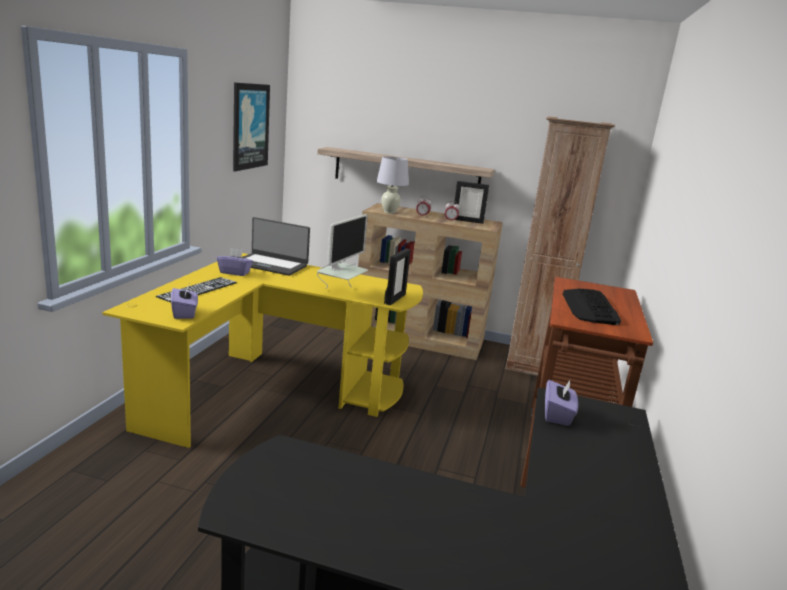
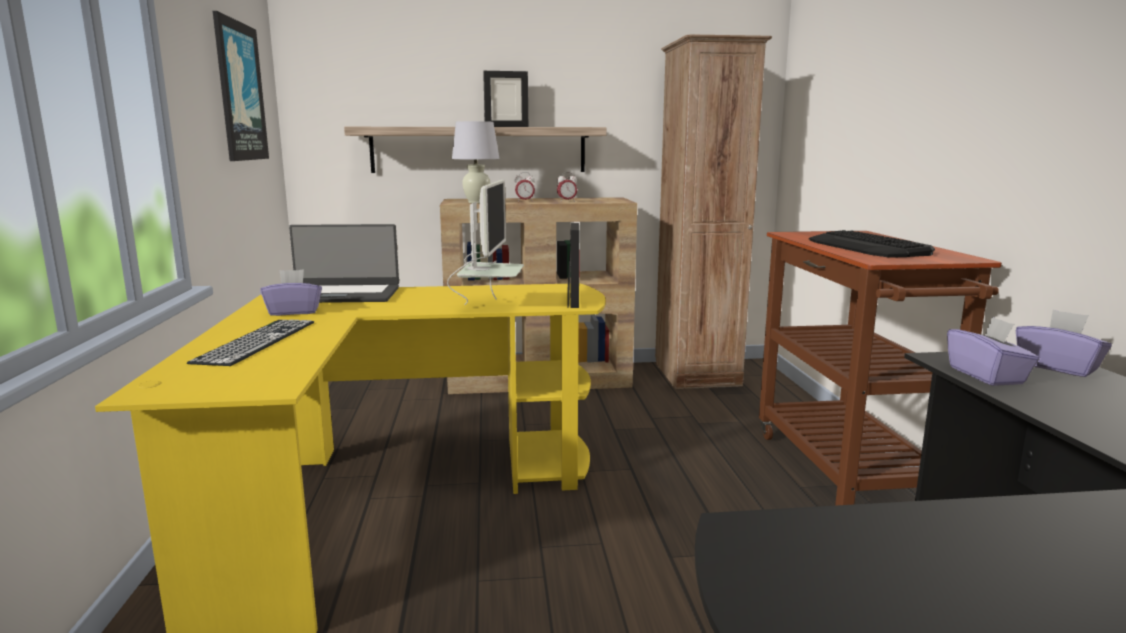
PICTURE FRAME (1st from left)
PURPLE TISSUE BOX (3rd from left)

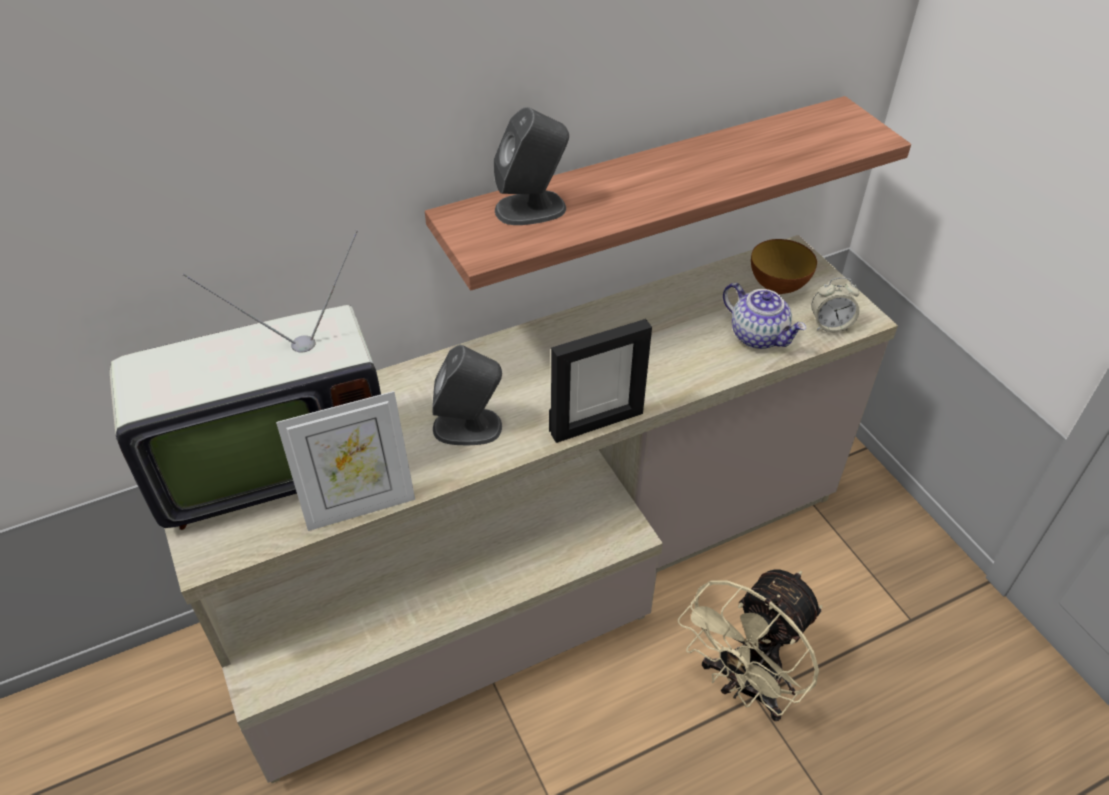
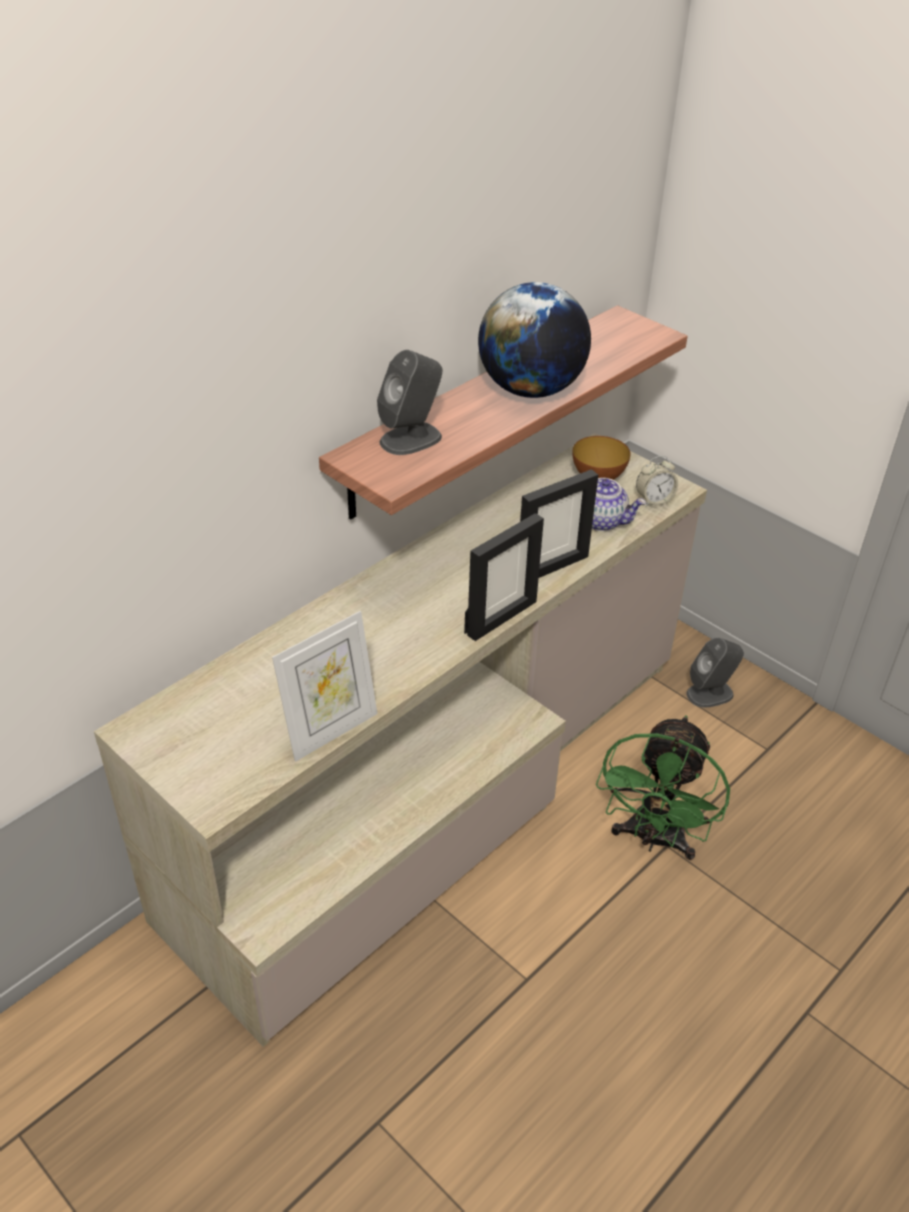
TELEVISION
GREY SPEAKER (2nd from left)
GREEN FAN
GLOBE
PICTURE FRAME (3rd from left)

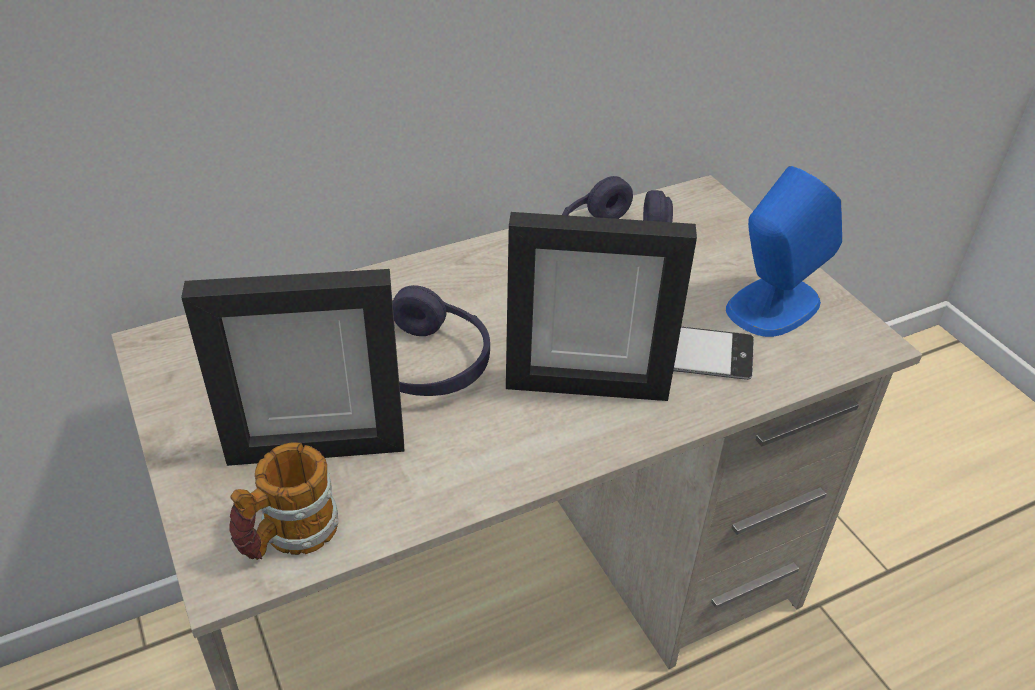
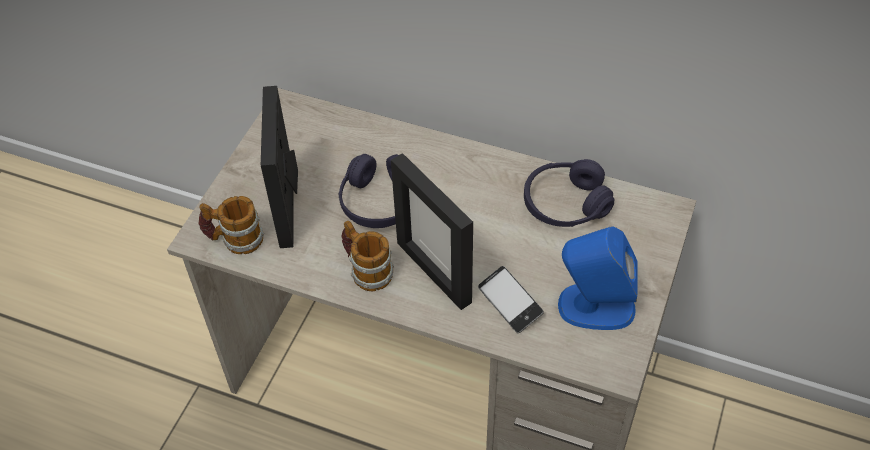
PICTURE FRAME (1st from left)
MUG (2nd from left)

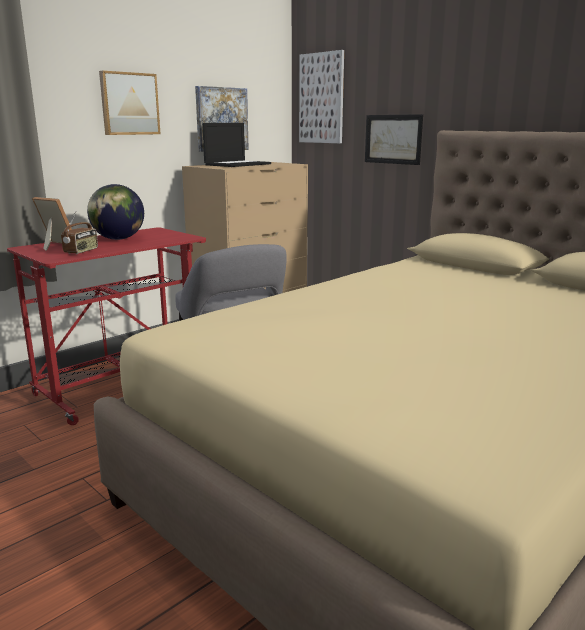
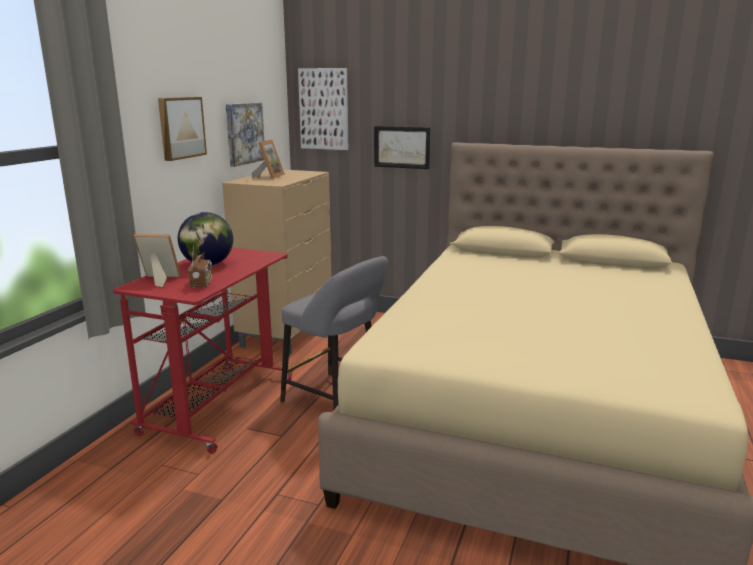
PICTURE FRAME (2nd from left)

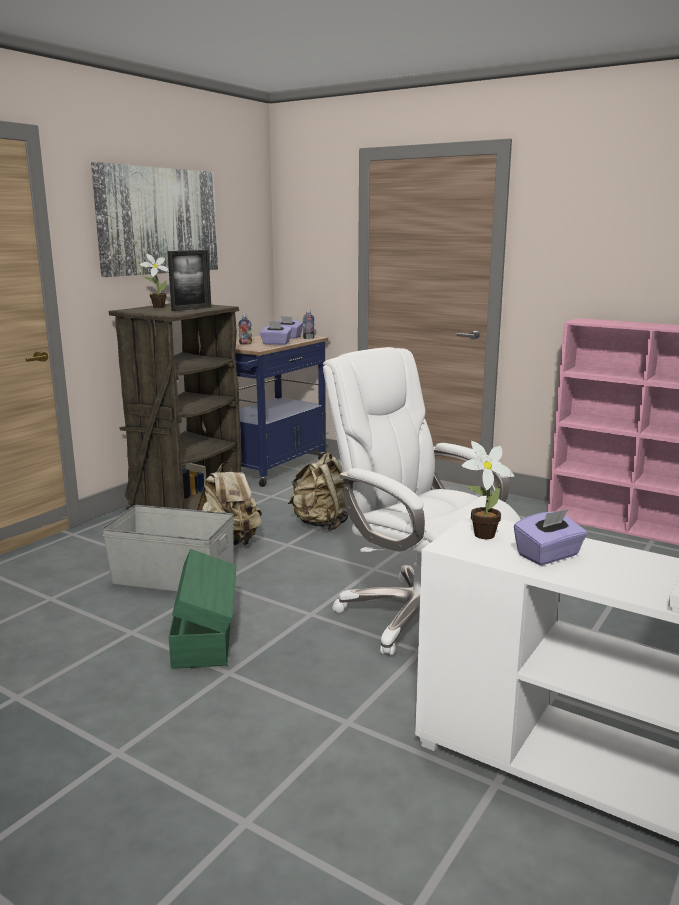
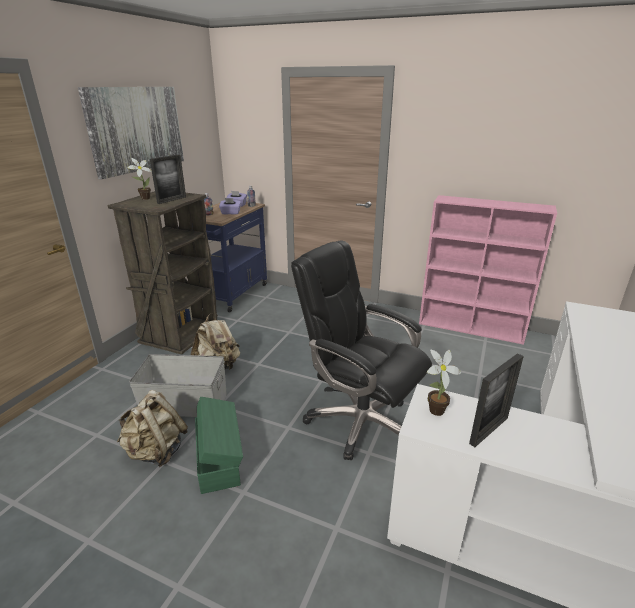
BLACK OFFICE CHAIR
BEIGE BACKPACK (1st from left)
PICTURE FRAME (2nd from left)

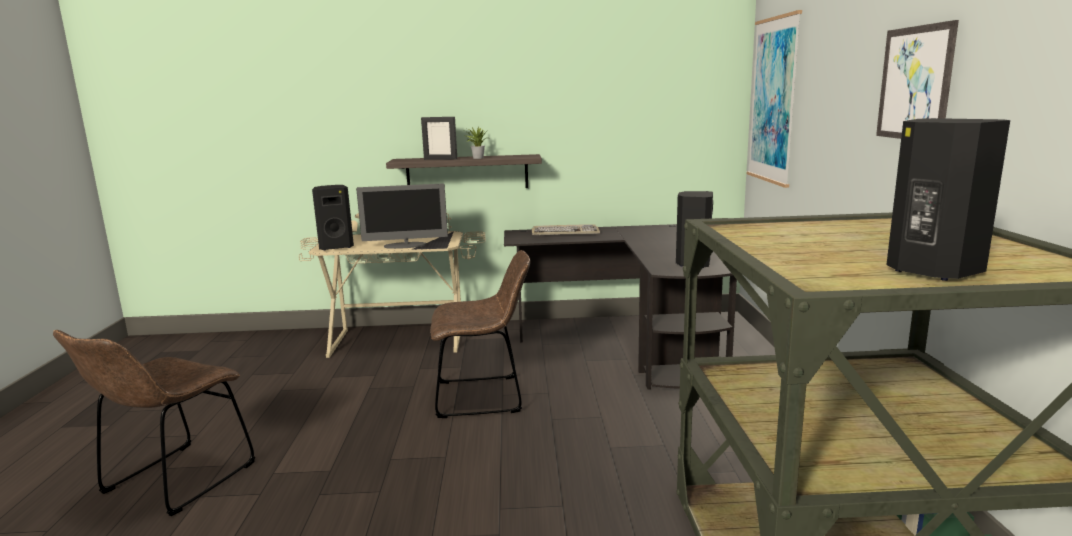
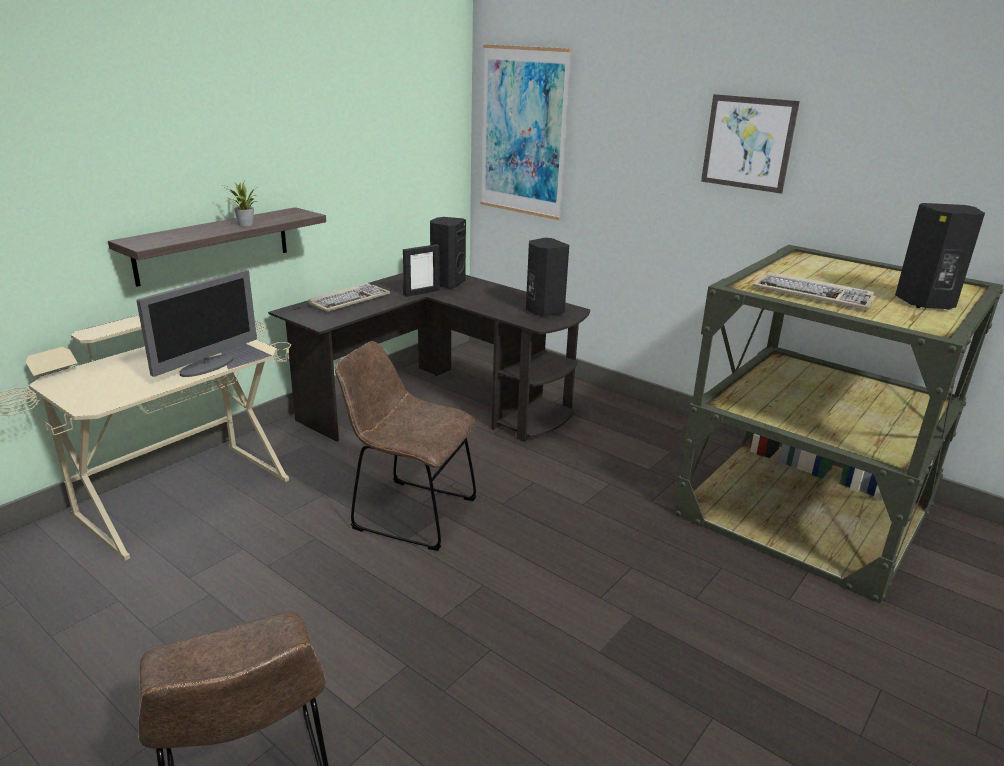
PICTURE FRAME
BLACK SPEAKER (1st from left)
BROWN CHAIR (2nd from left)
KEYBOARD (2nd from left)

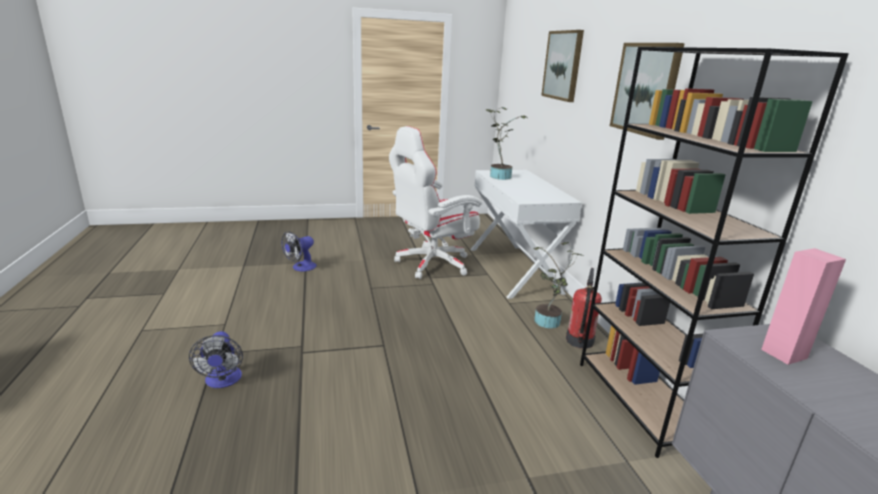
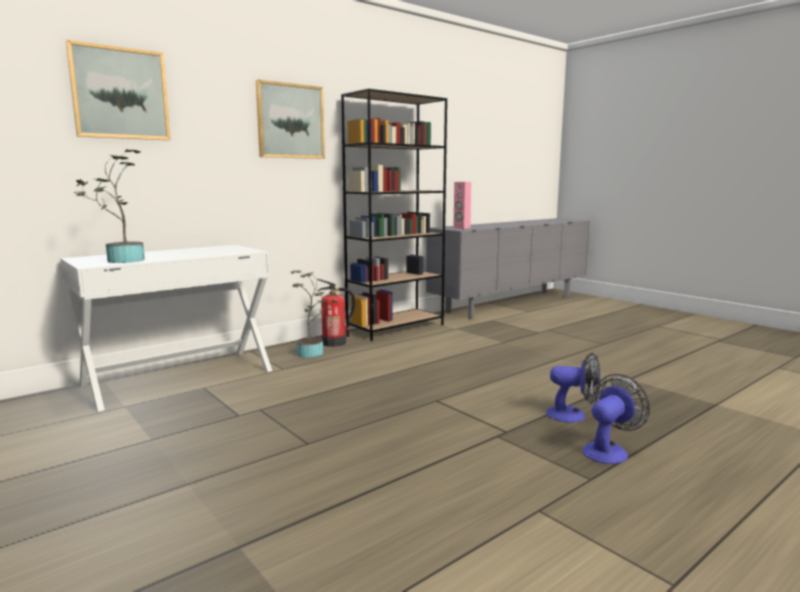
WHITE OFFICE CHAIR
FAN (1st from left)

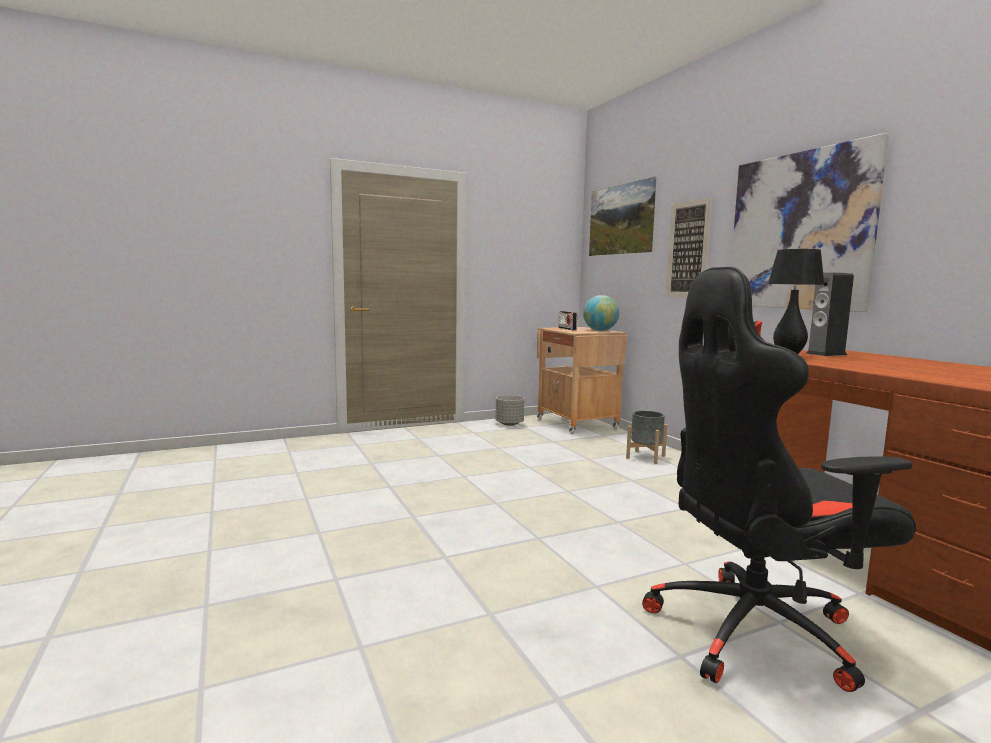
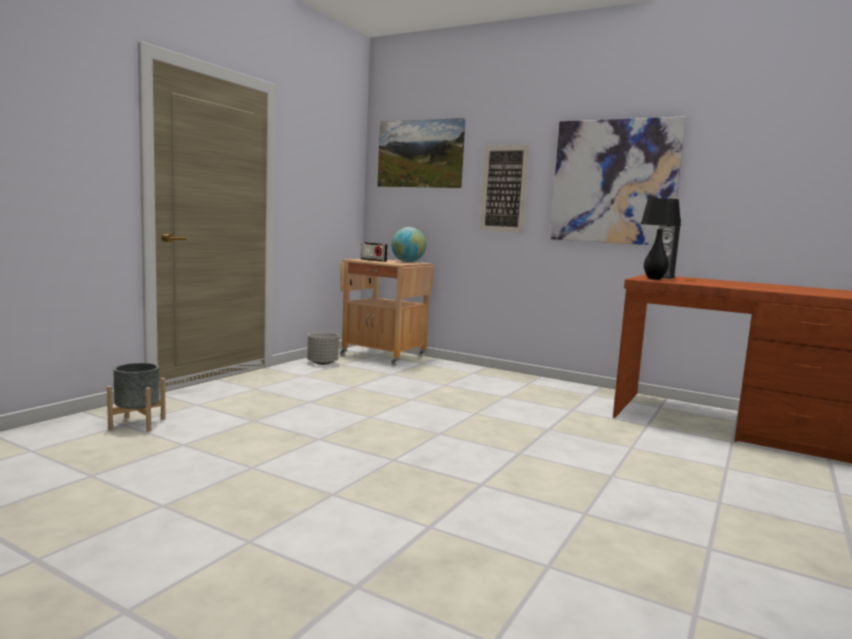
BLACK OFFICE CHAIR
GREY PLANTER (1st from left)

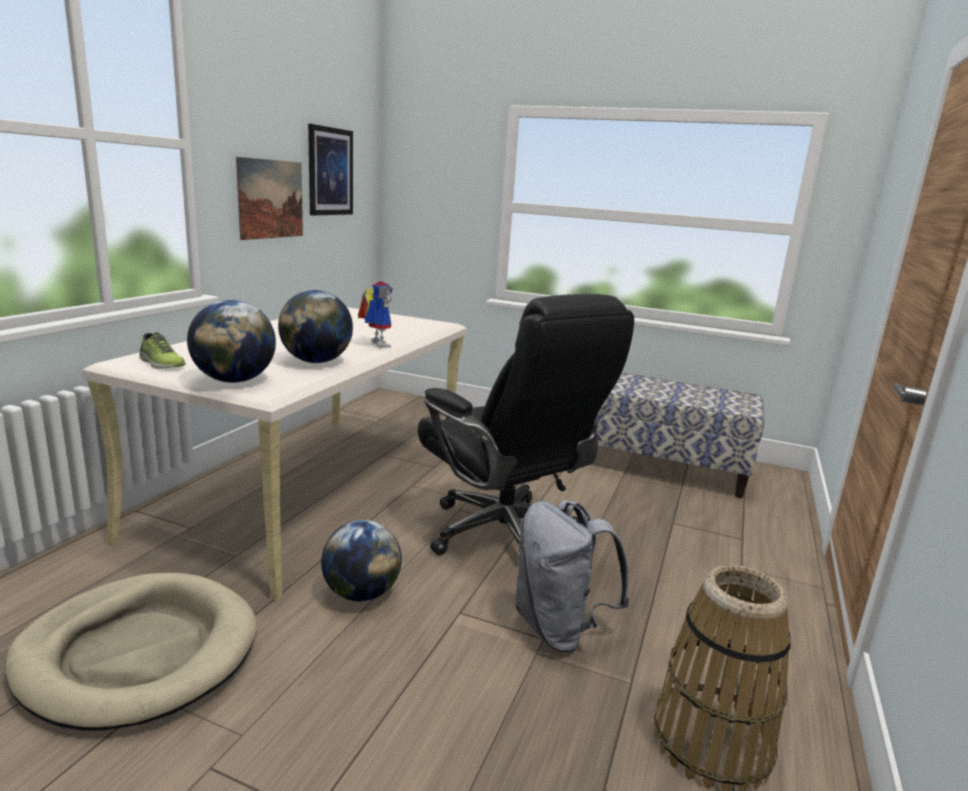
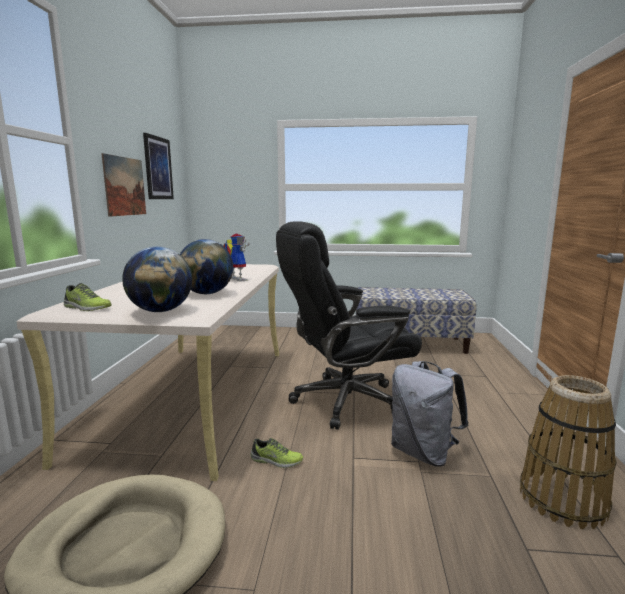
BLACK OFFICE CHAIR
SHOE (2nd from left)

